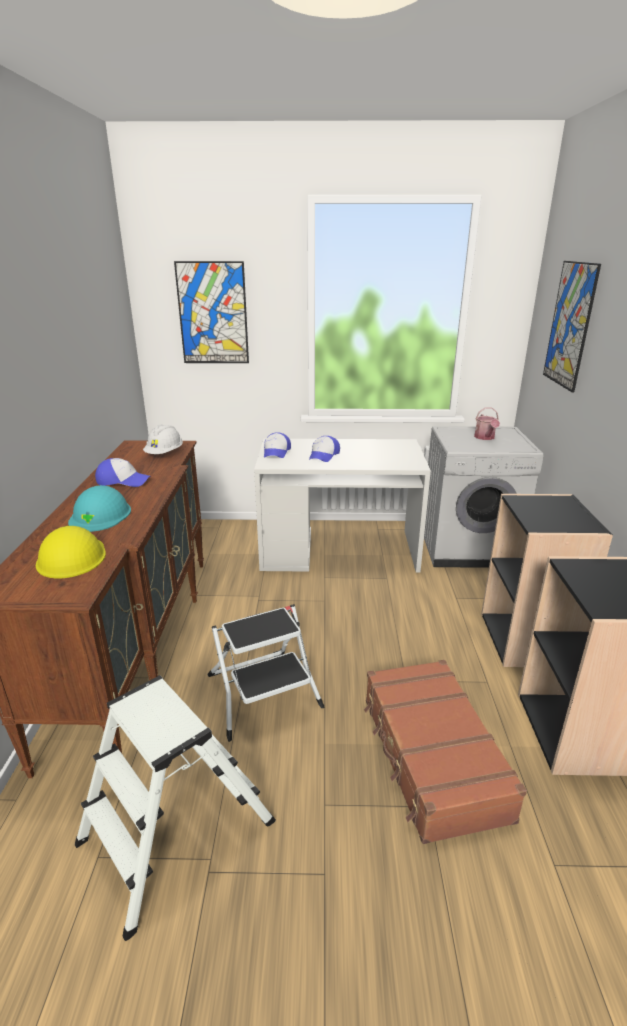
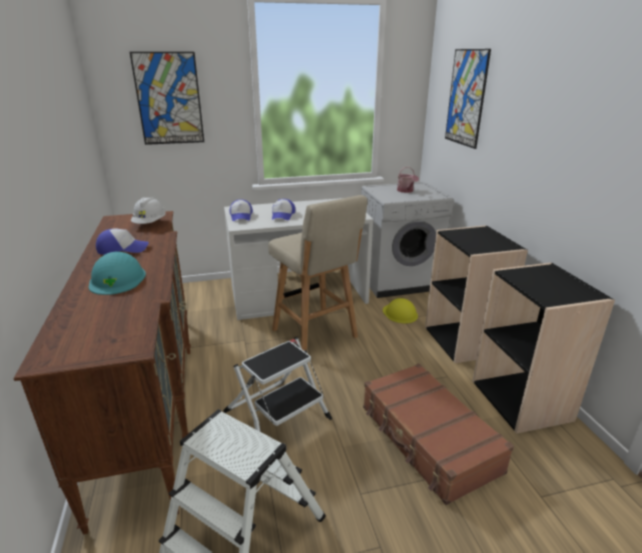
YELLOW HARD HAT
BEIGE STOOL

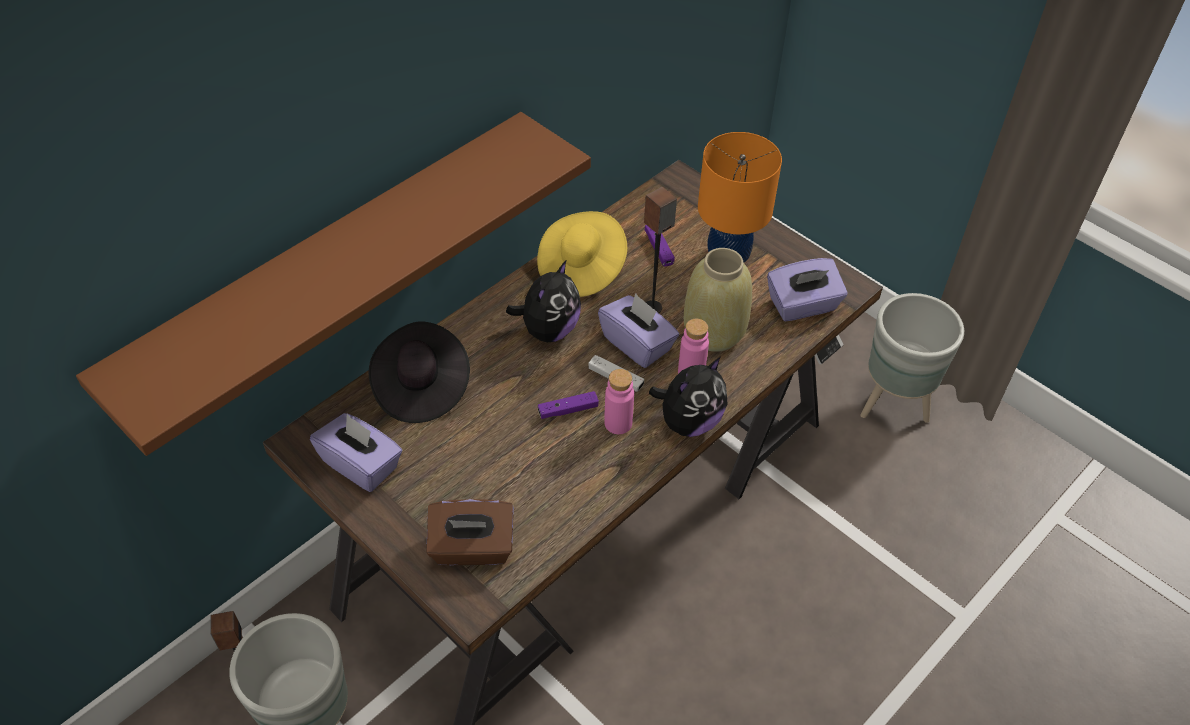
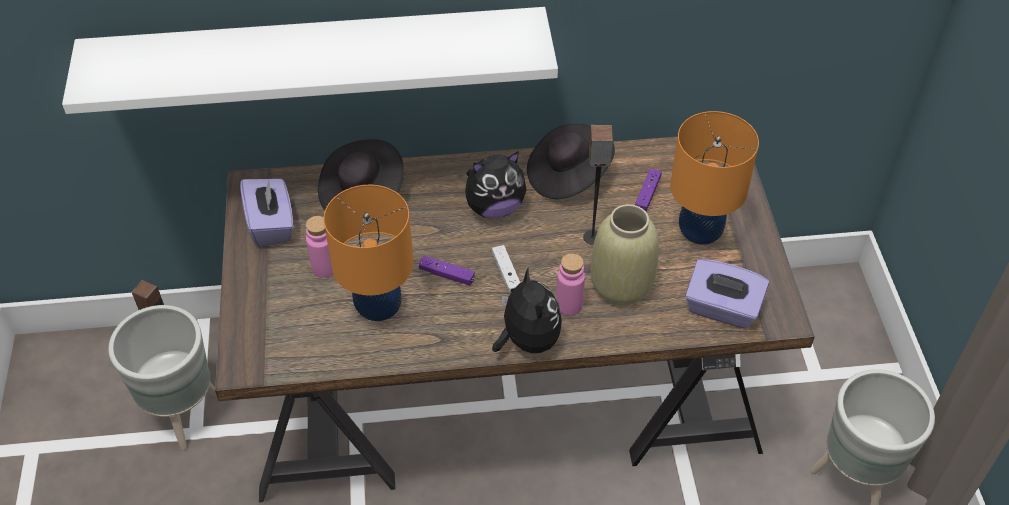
WHITE SHELF
BLACK HAT (2nd from left)
PURPLE TISSUE BOX (2nd from left in the first image)
PLUSH TOY (2nd from left)
PINK BOTTLE (1st from left)
BROWN TISSUE BOX
ORANGE TABLE LAMP (1st from left)

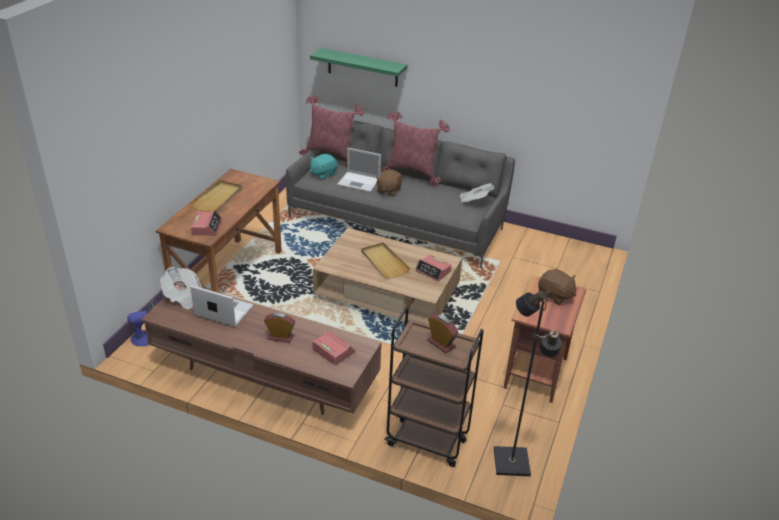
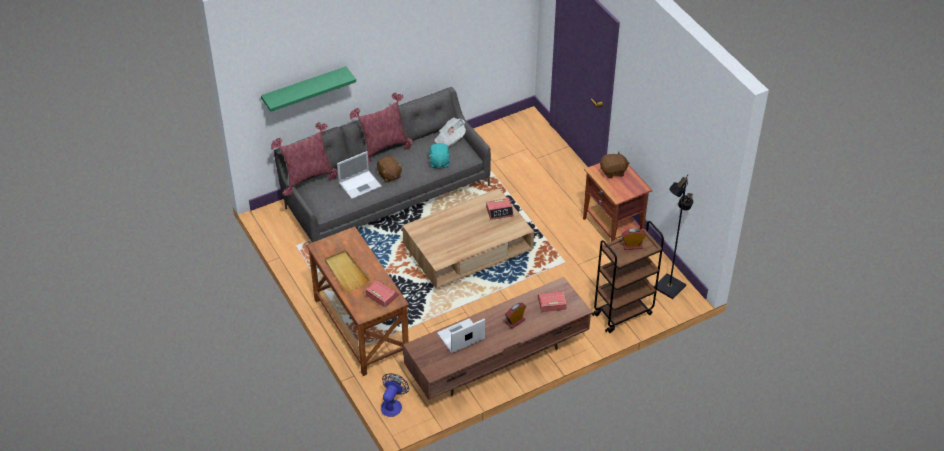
TURQUOISE PLUSH TOY
BEIGE TRAY (2nd from left in the first image)
NEWSPAPER (1st from left in the first image)

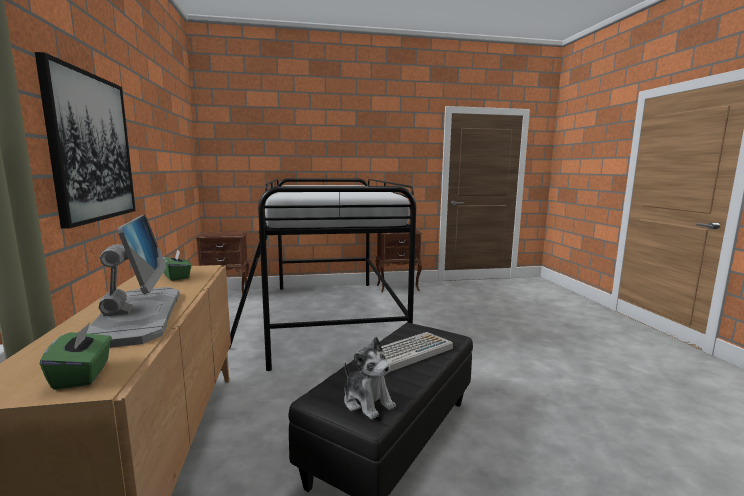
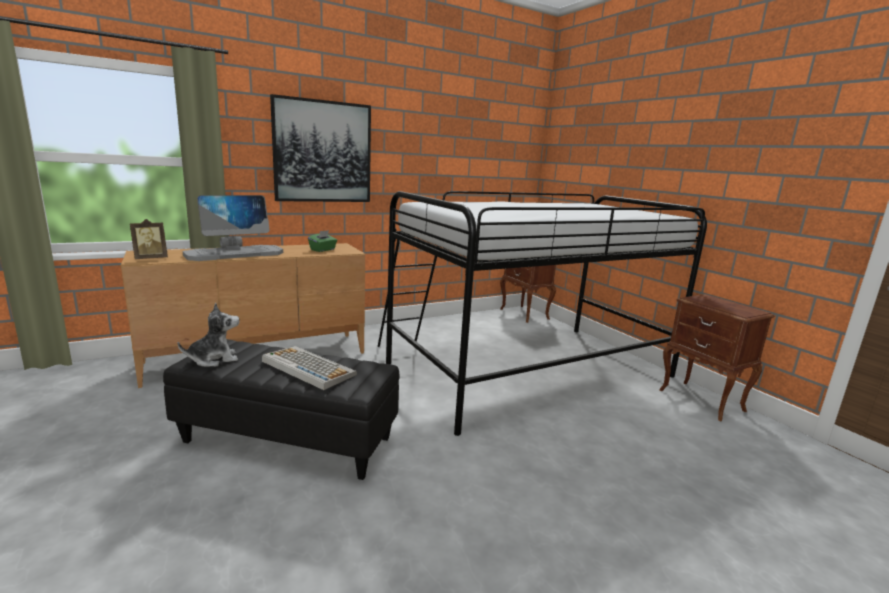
PICTURE FRAME
PLUSH TOY

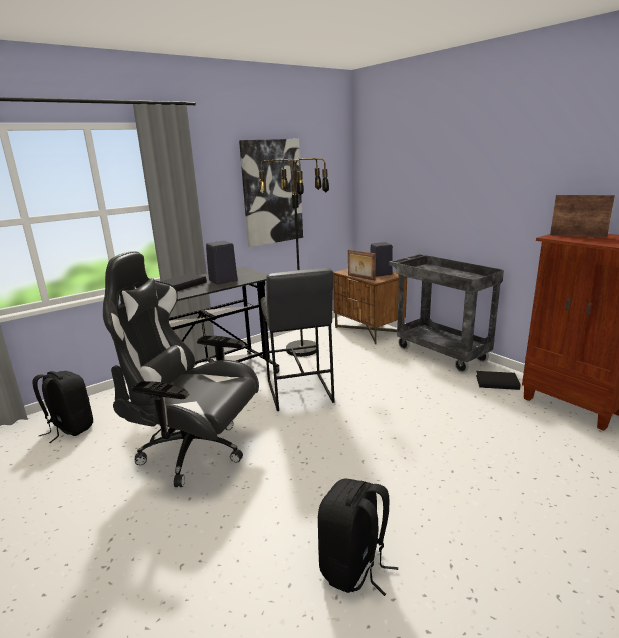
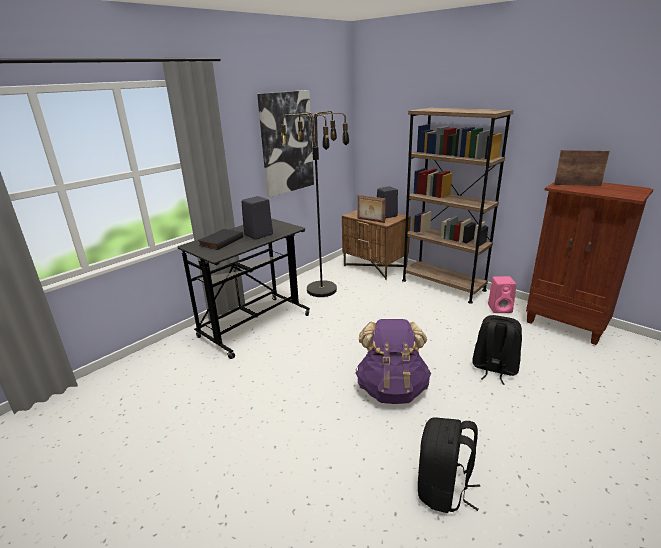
BLACK OFFICE CHAIR
BROWN BOOKCASE
GREY STOOL
BLACK BACKPACK (2nd from left)
PINK SPEAKER
PURPLE BACKPACK

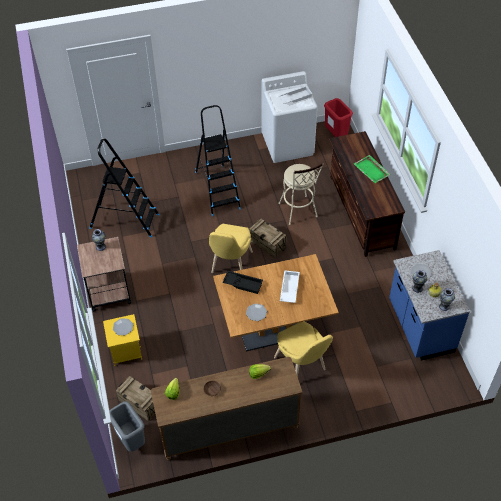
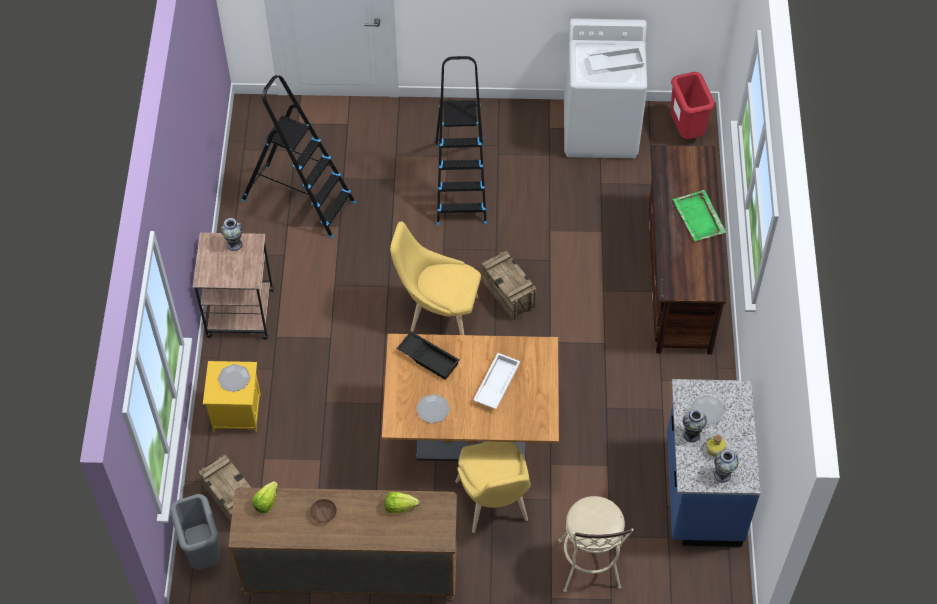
BEIGE STOOL
YELLOW CHAIR (1st from left)

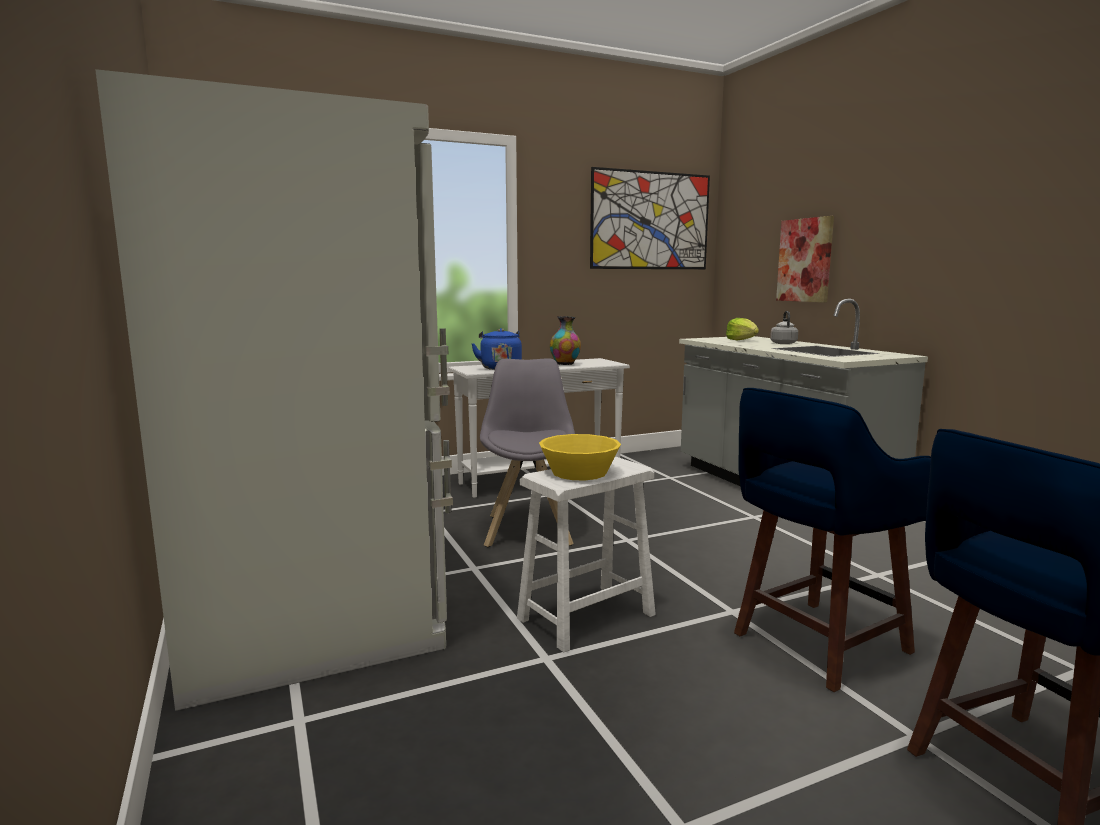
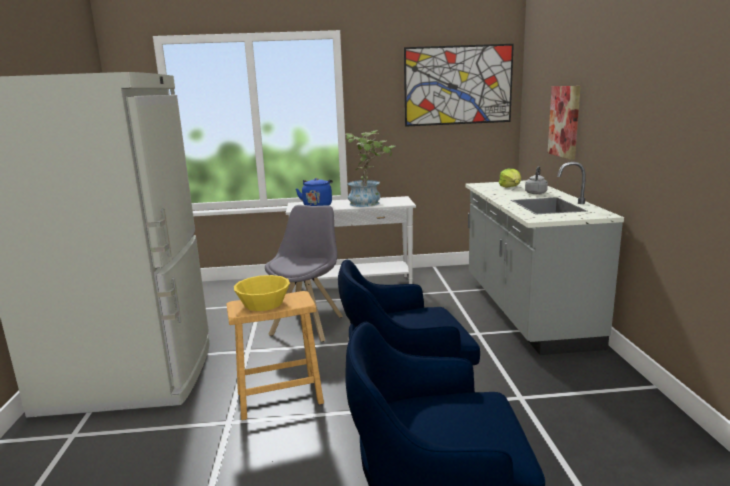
POTTED PLANT
BROWN STOOL

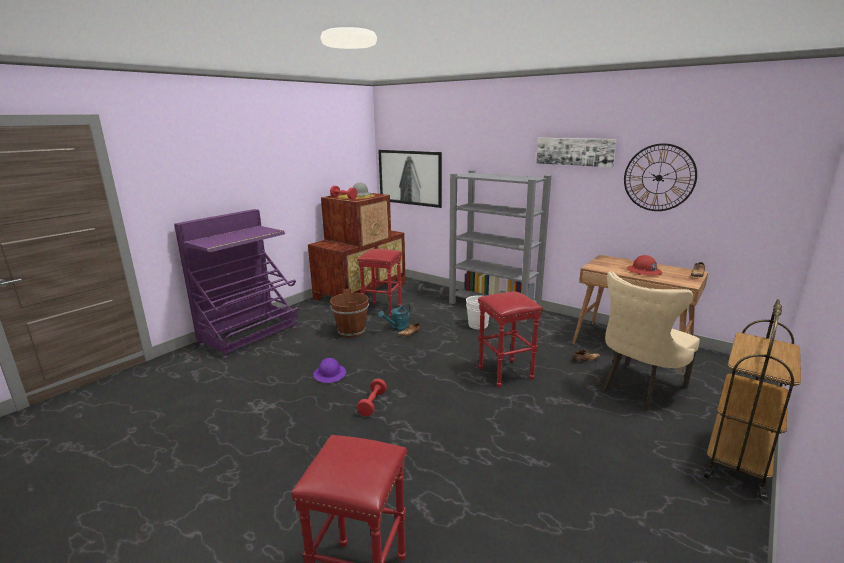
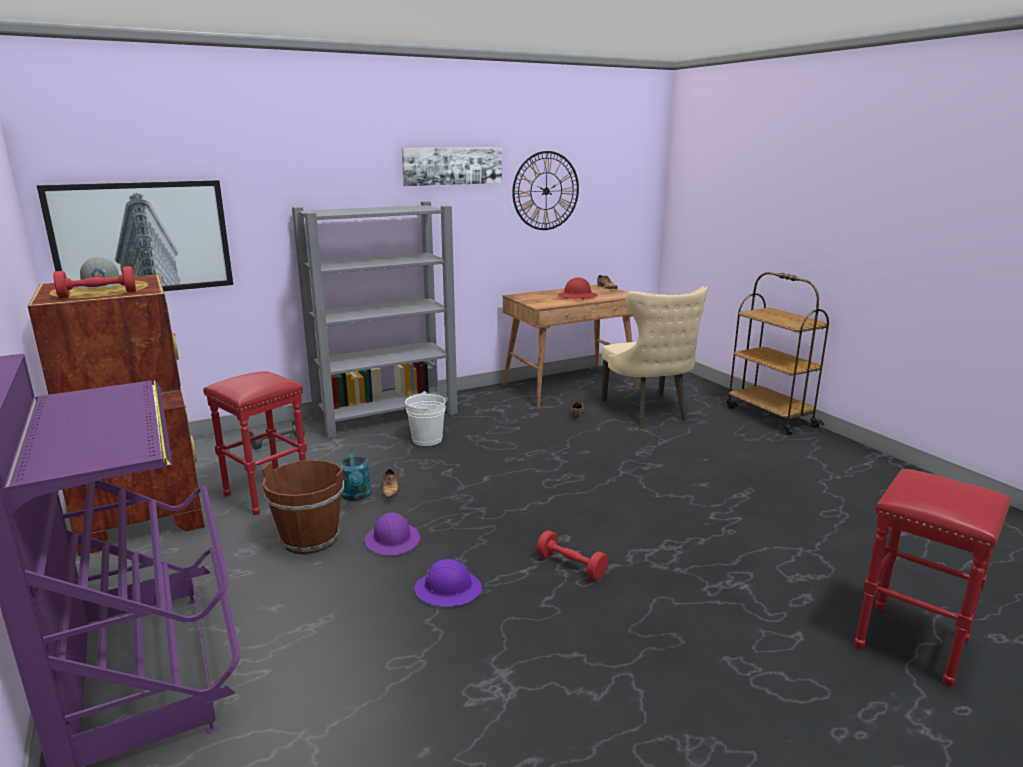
RED STOOL (3rd from left in the first image)
PURPLE HARD HAT (1st from left)

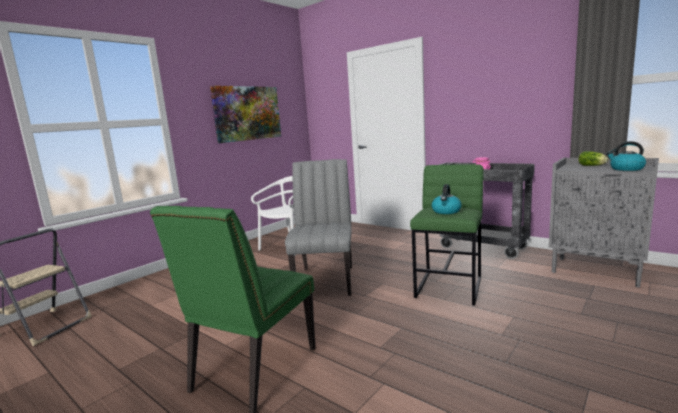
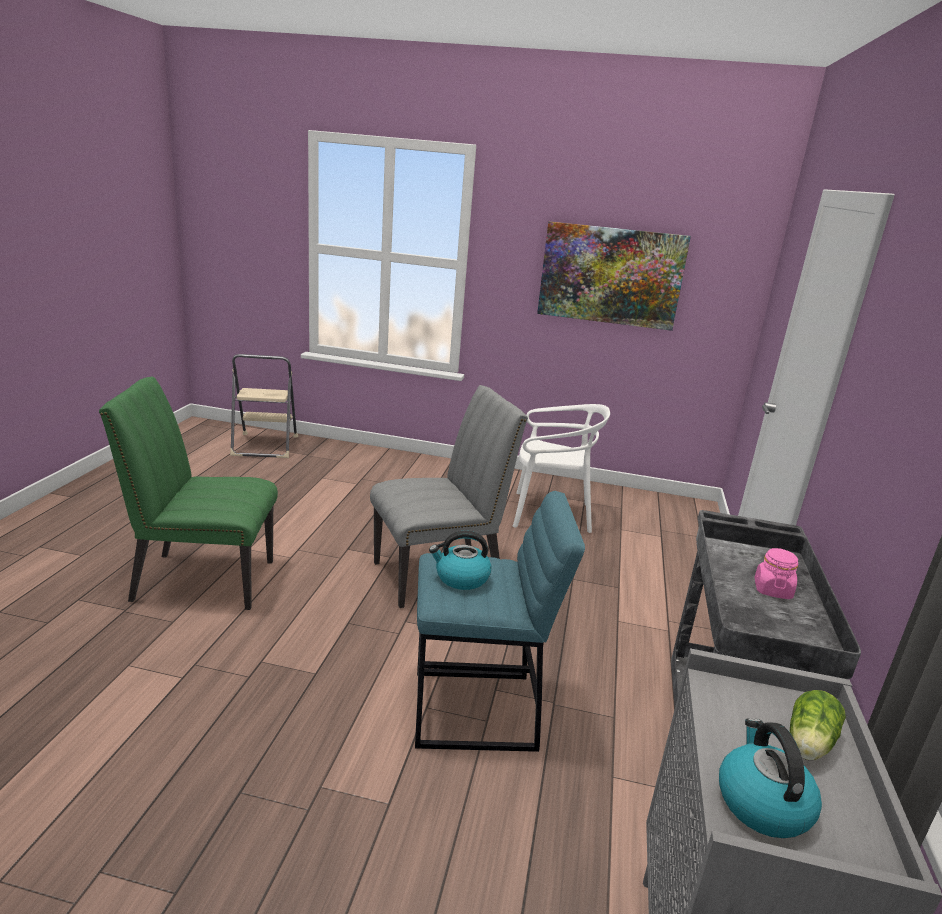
BLUE STOOL

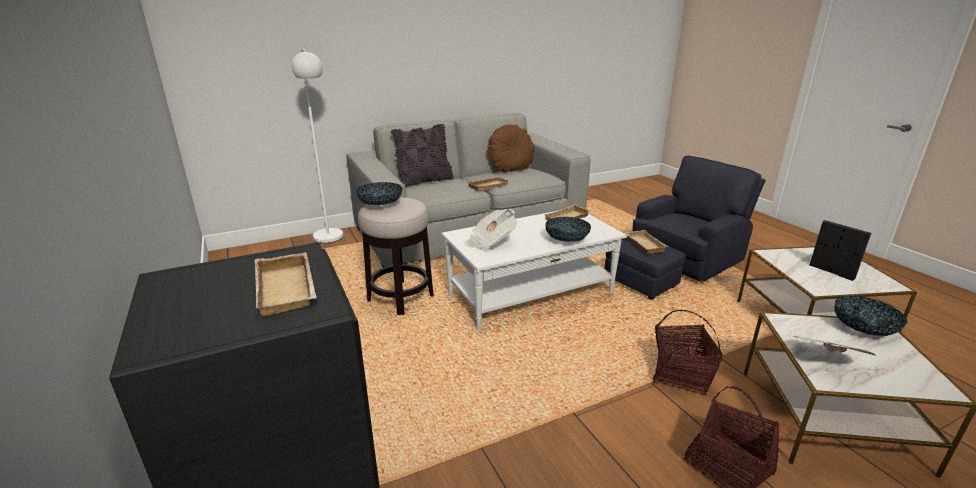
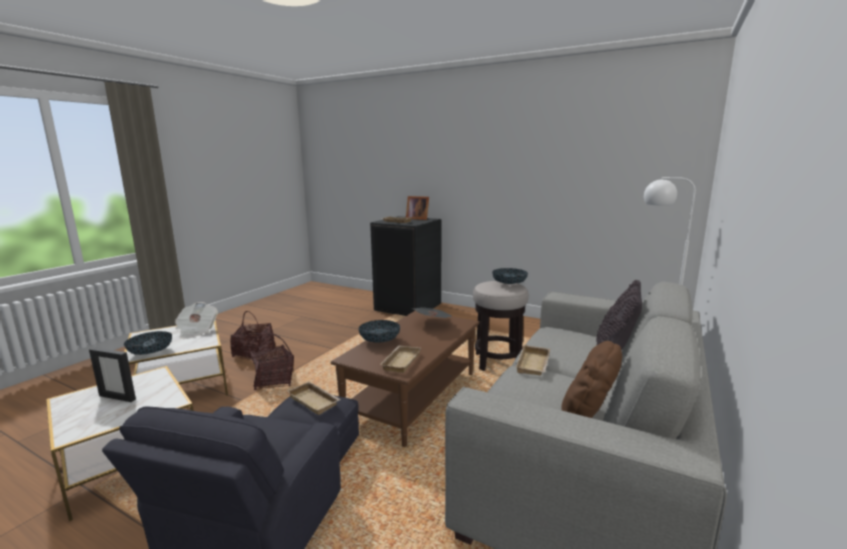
BROWN COFFEE TABLE
PICTURE FRAME (2nd from left)

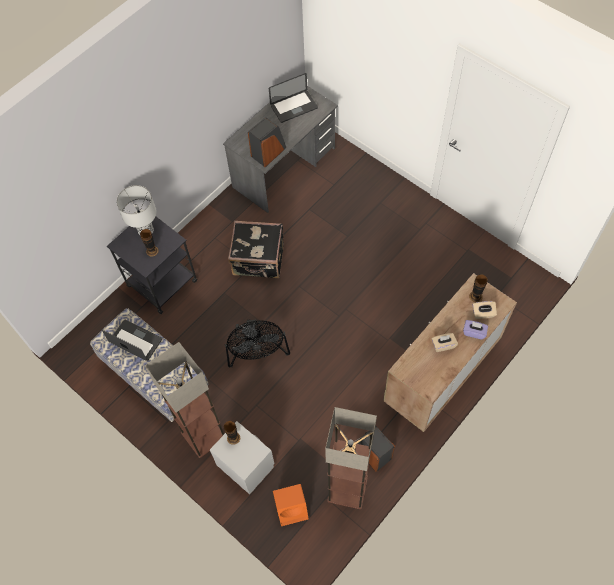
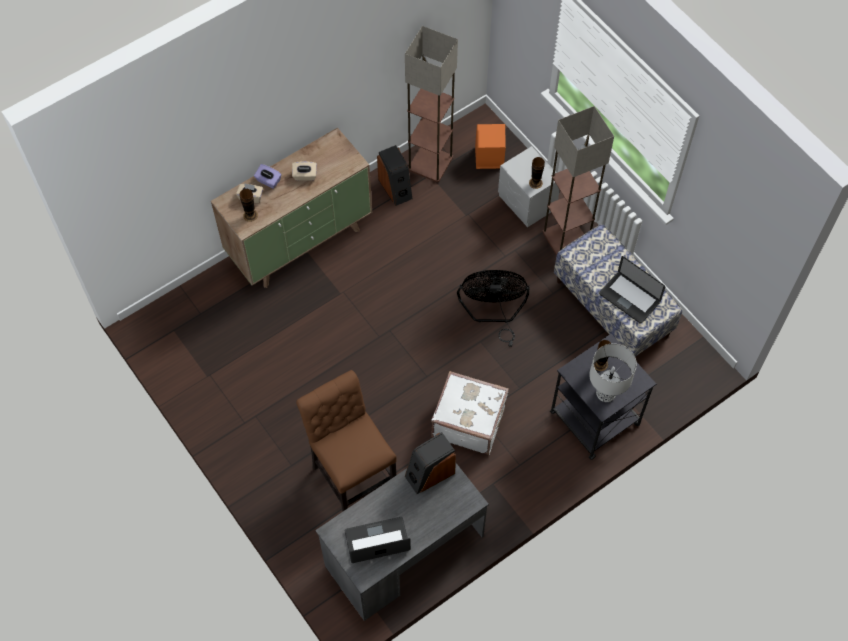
WHITE SUITCASE
BROWN STOOL

